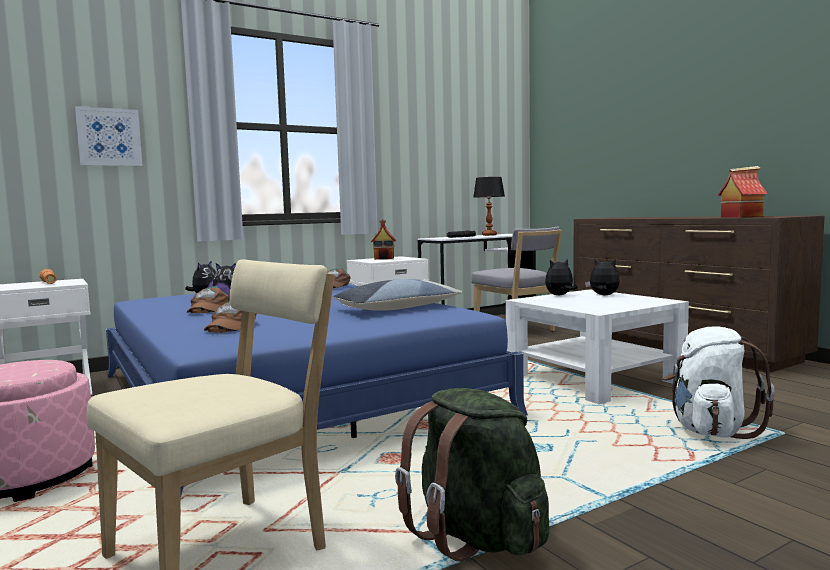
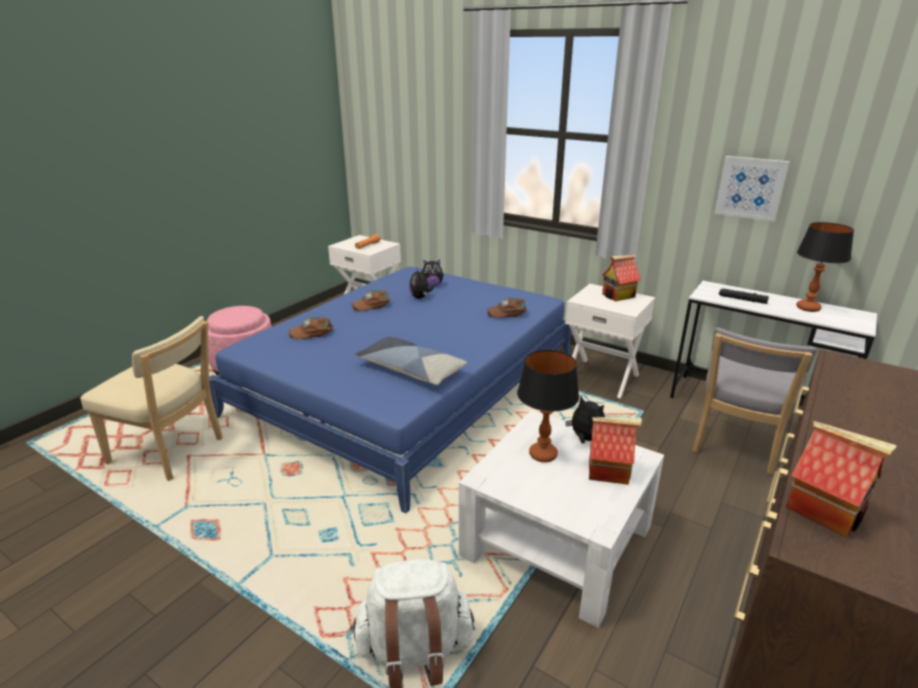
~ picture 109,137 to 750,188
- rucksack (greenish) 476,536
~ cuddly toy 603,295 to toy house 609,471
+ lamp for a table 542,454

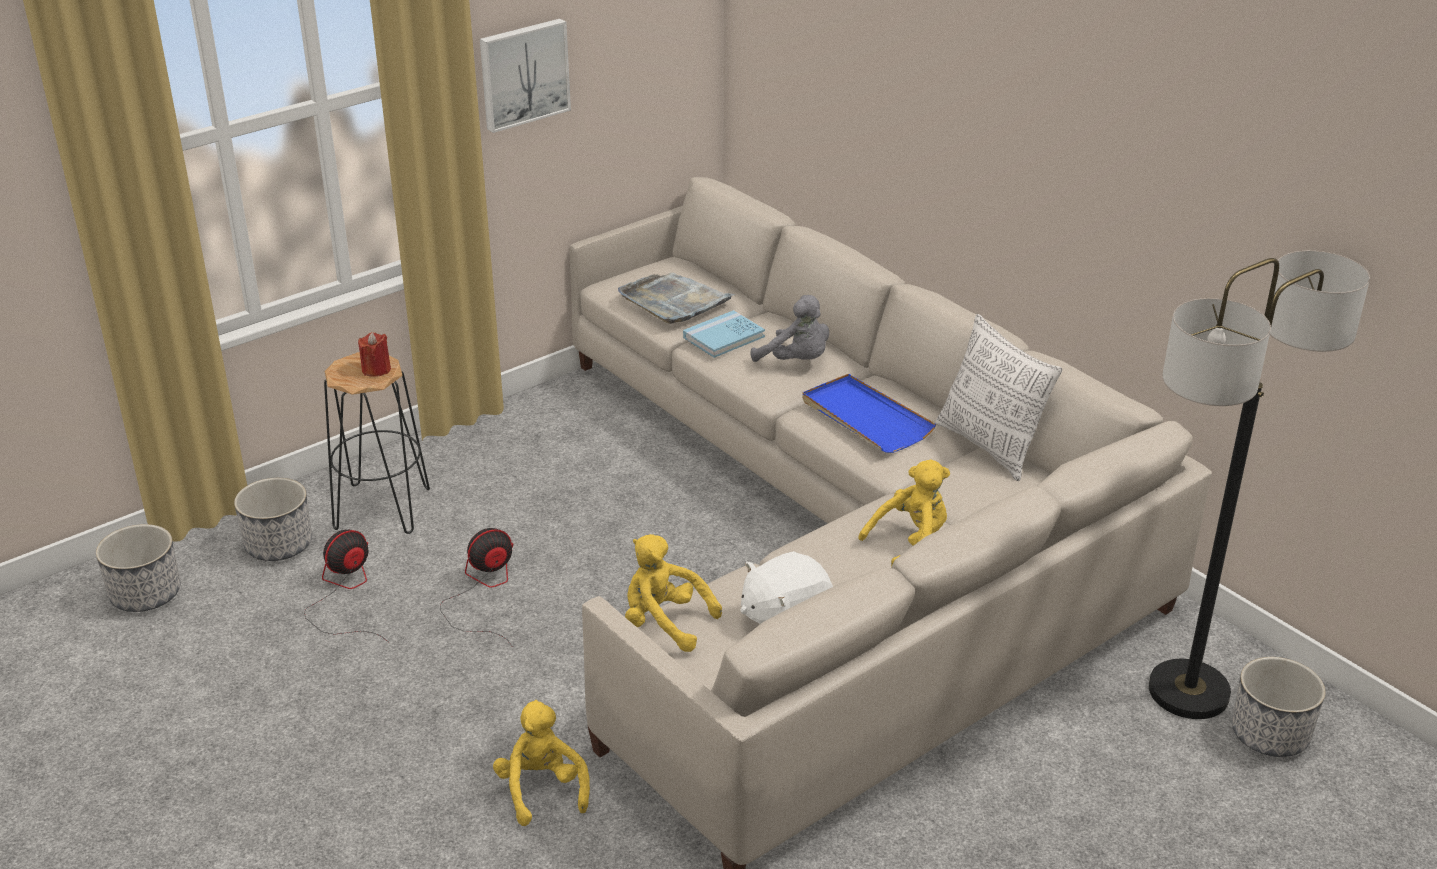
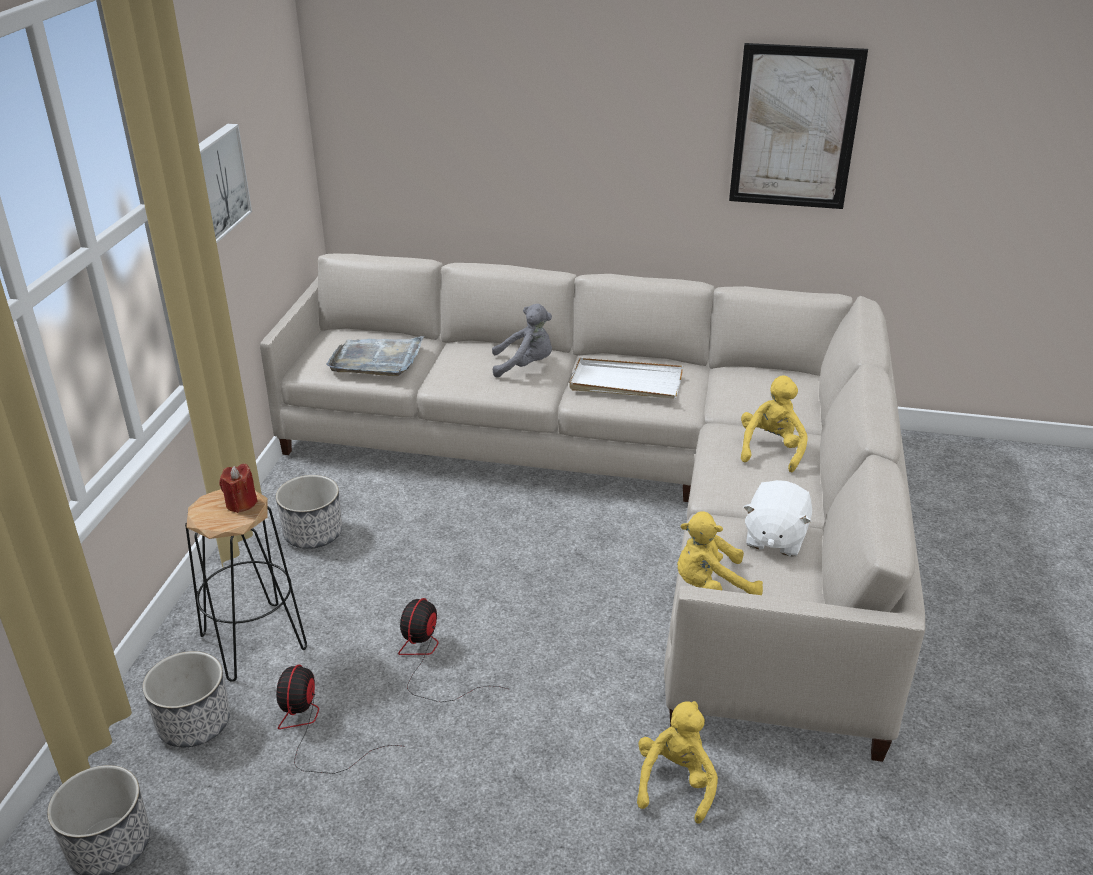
~ cuddly toy (yellowish) 542,789 = 675,782 75 degrees clockwise
- book (blue-coloured) 724,337
~ carrying tray (blue-coloured) 865,418 to carrying tray (white-coloured) 625,383
- throw pillow 990,447
- floor lamp 1189,692
~ plant pot 1270,734 to 313,534
+ picture 795,127

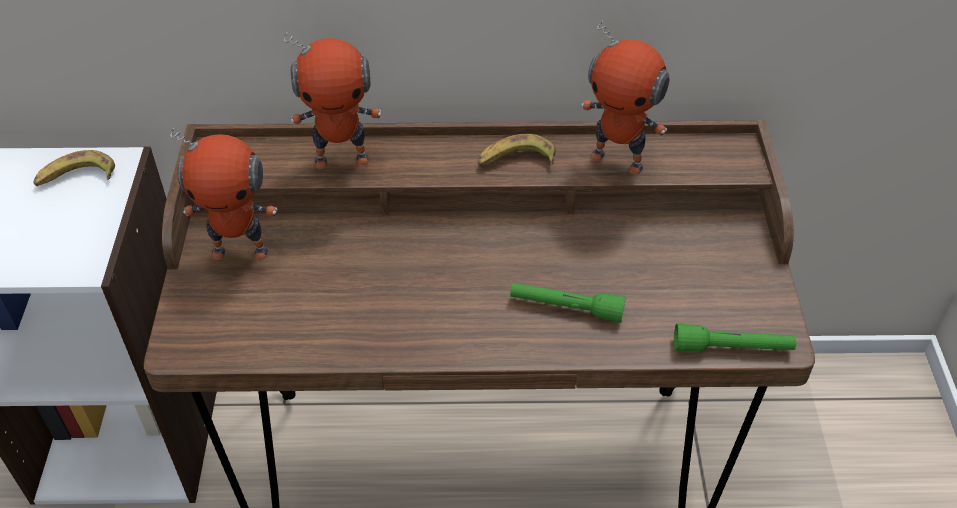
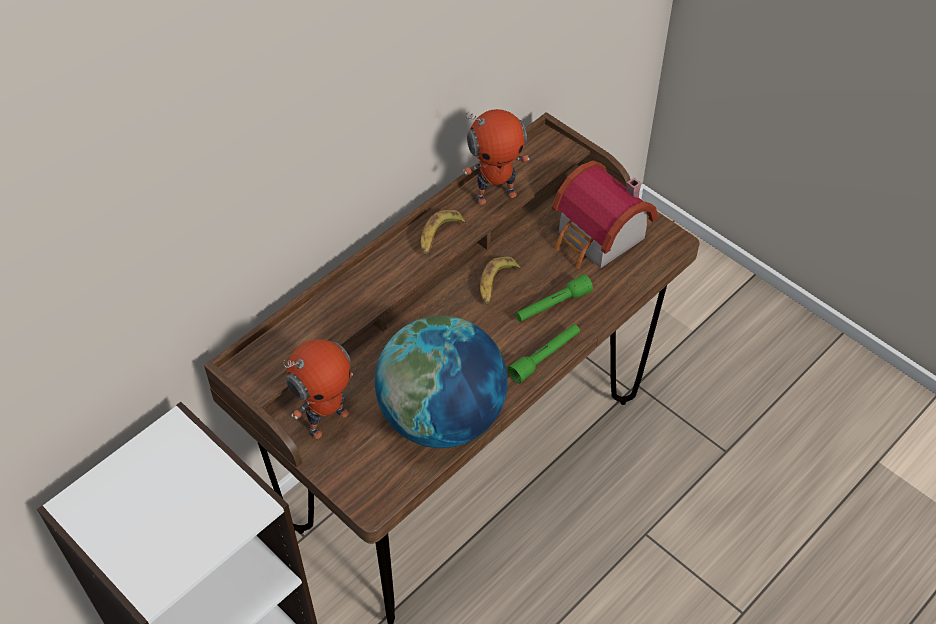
~ whole banana 76,177 to 497,284
- model robot 342,158
~ torch (greenish) 732,348 to 545,357
+ desk globe 442,417
+ toy house 599,239

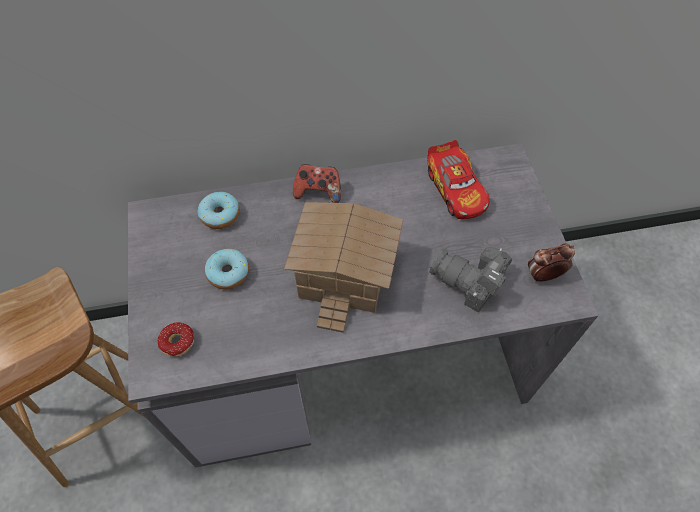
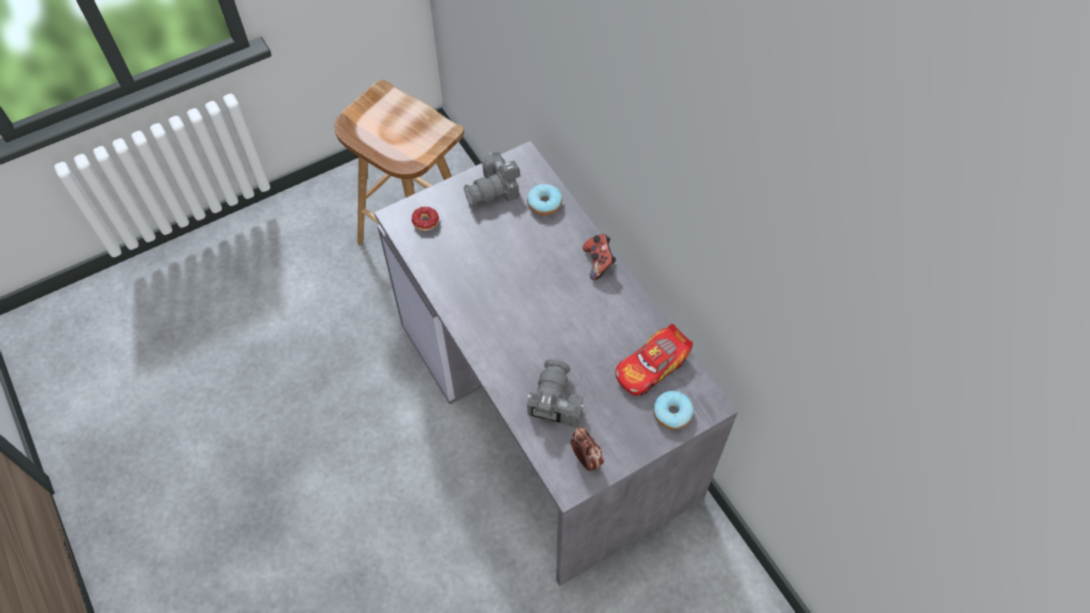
~ donut 228,273 to 672,413
- toy house 342,271
+ still camera 494,190

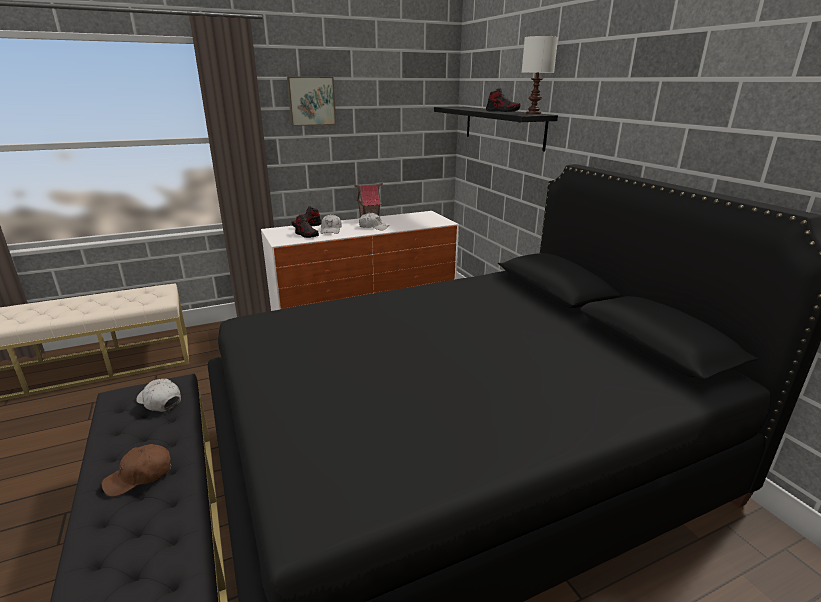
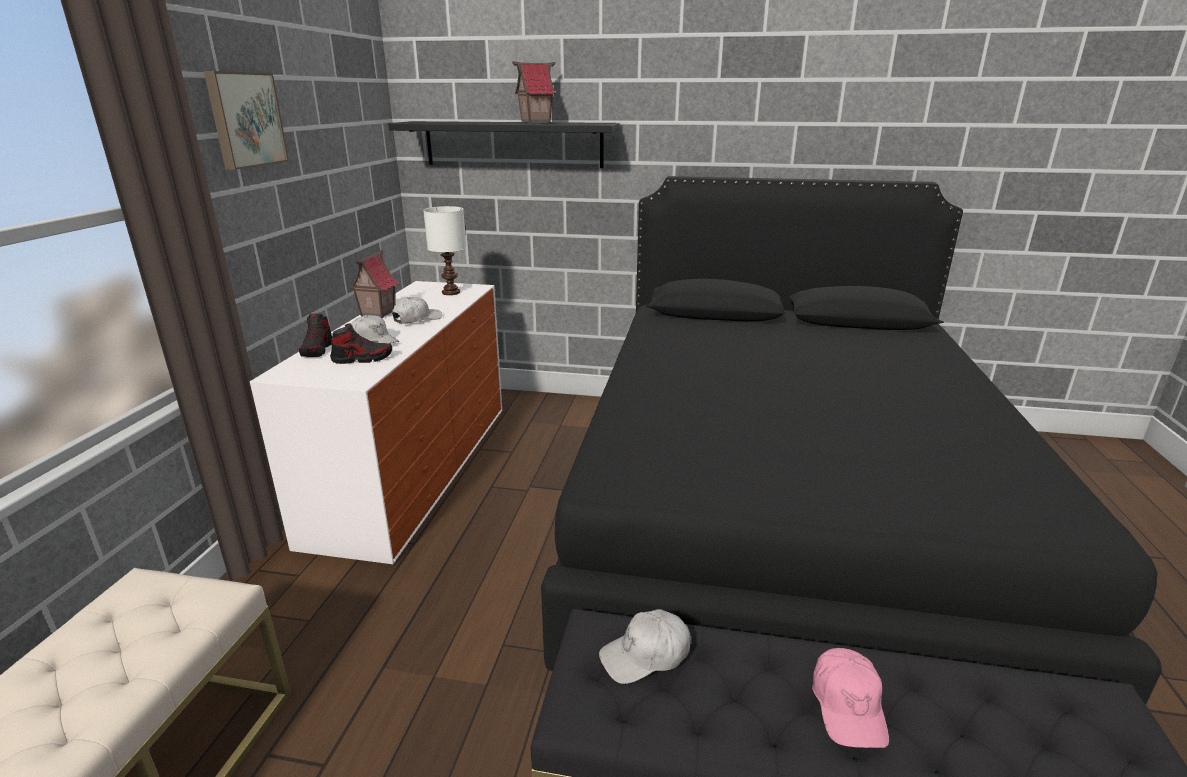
~ peaked cap (brownish) 140,476 to peaked cap (pink-coloured) 848,706
~ item of footwear 502,111 to toy house 535,122
~ lamp for a table (white-coloured) 534,113 to 452,292

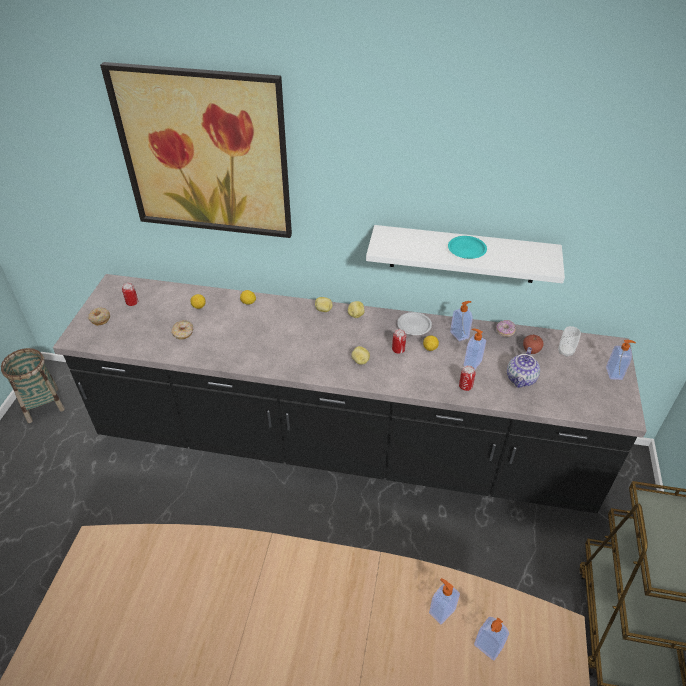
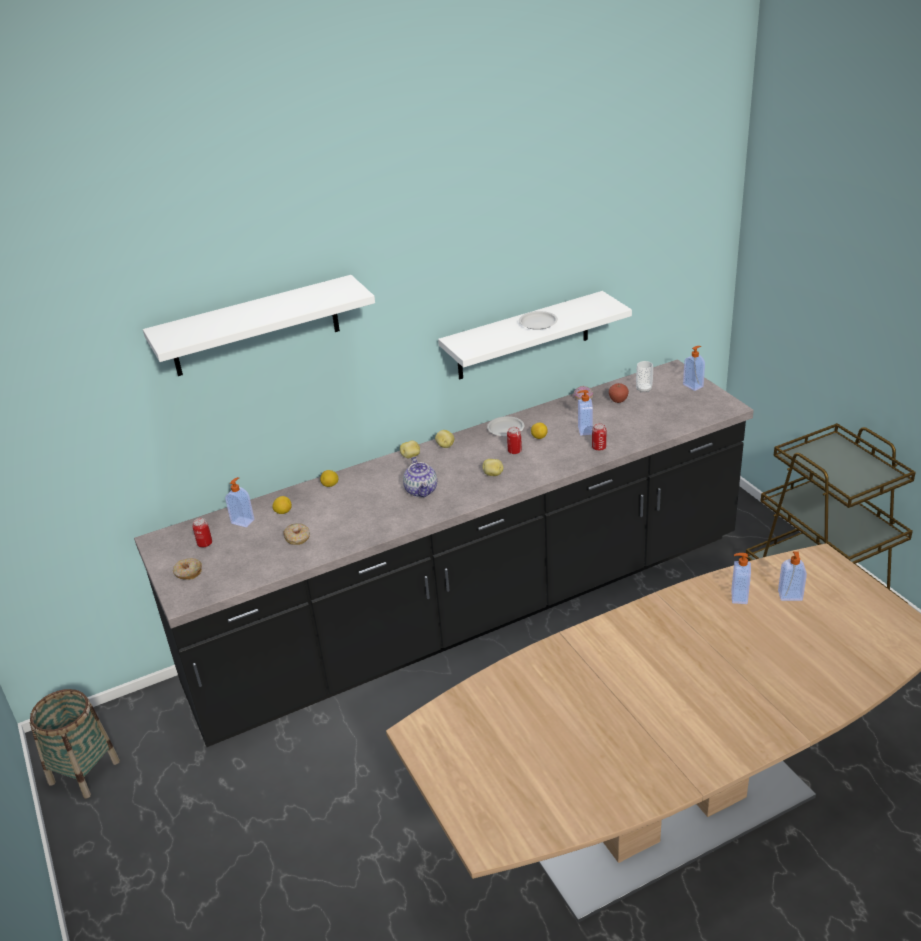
~ picture 205,153 to wall shelf (white-coloured) 255,326
~ dinner plate (blue-green) 467,250 to dinner plate (white-coloured) 538,323
~ soap dispenser 460,334 to 243,521
~ pot for tea 521,379 to 421,491

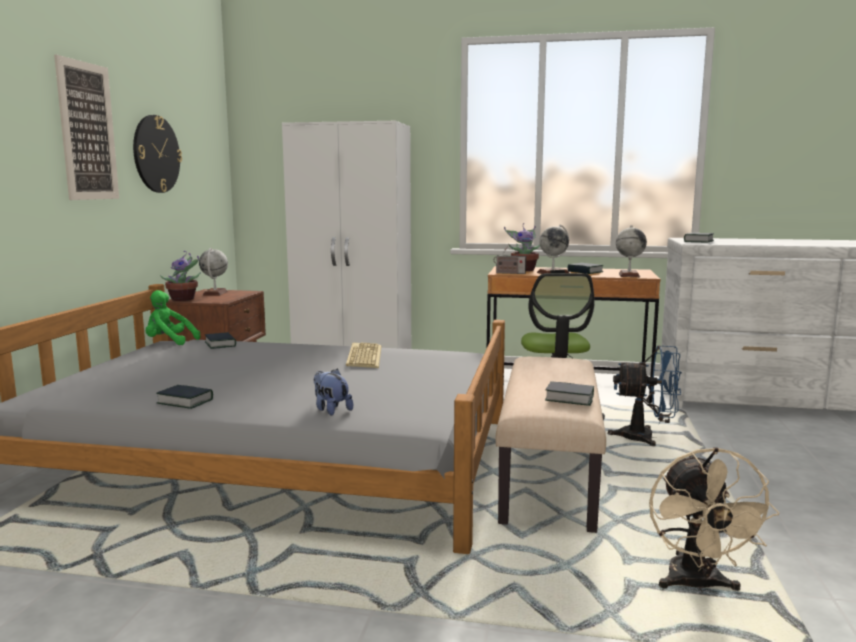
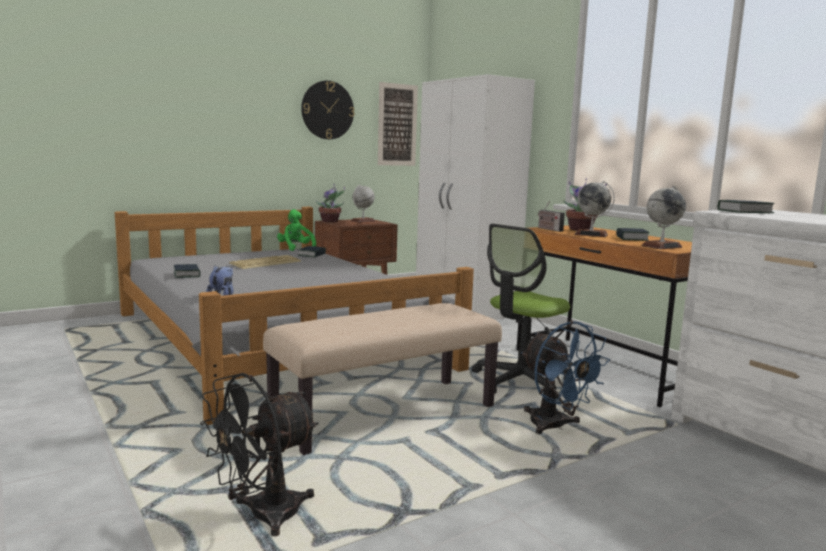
~ picture 88,131 to 397,125
~ keyboard 363,356 to 265,263
- book 569,398
~ cooling fan (sand-coloured) 697,586 to cooling fan (black-coloured) 262,517

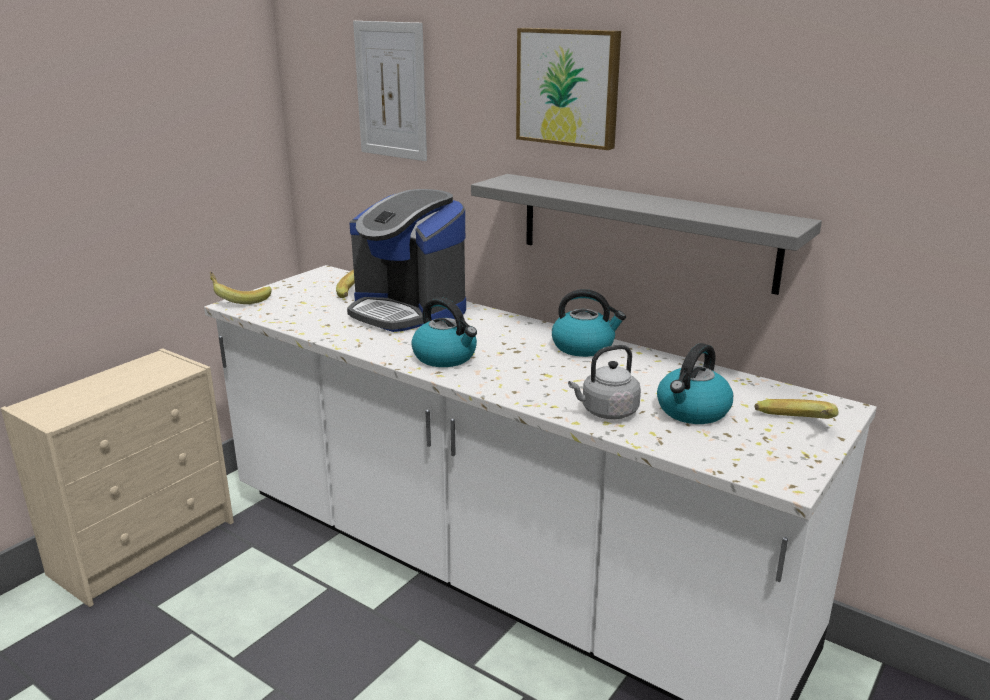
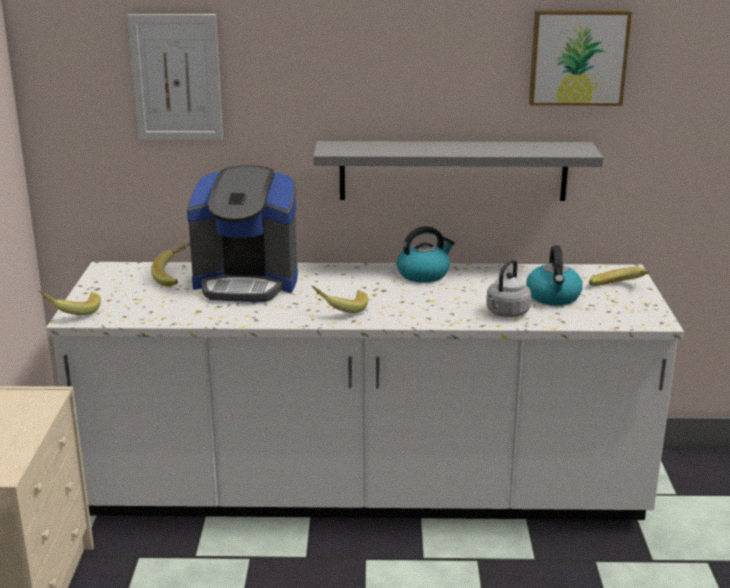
~ kettle 446,357 to whole banana 340,309
~ picture 569,87 to 578,57

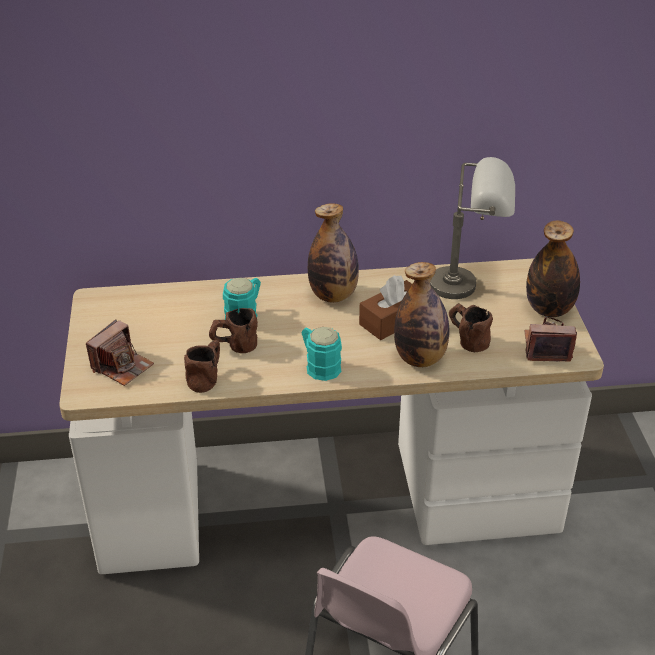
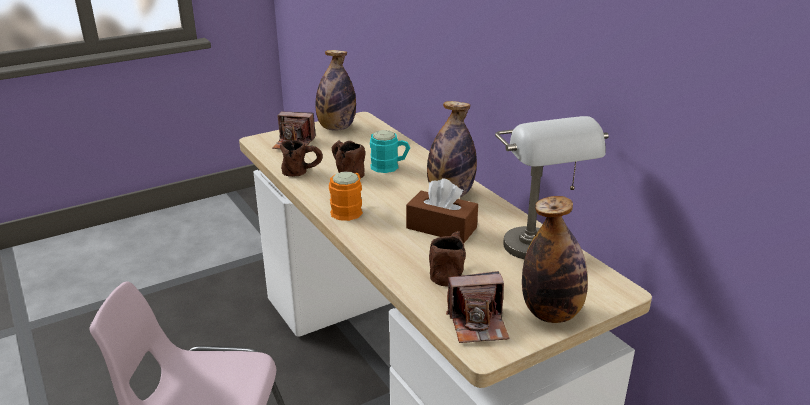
~ mug (blue-green) 319,365 to mug (orange) 349,209
~ beverage bottle 420,358 to 336,128
~ still camera 546,348 = 478,324 105 degrees clockwise

